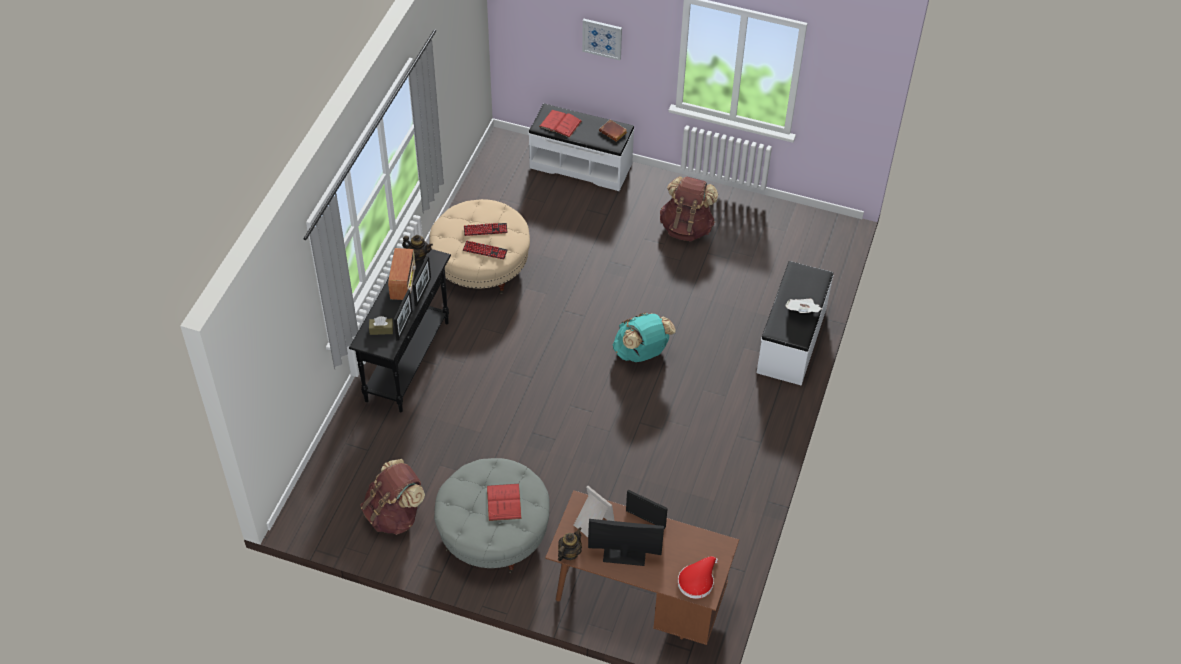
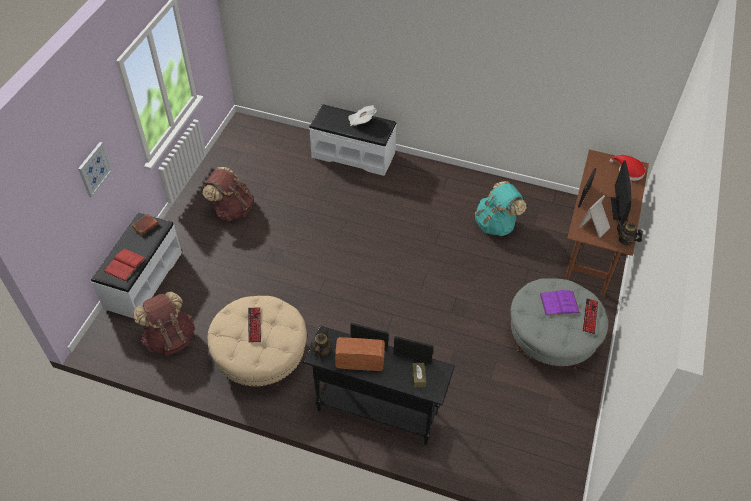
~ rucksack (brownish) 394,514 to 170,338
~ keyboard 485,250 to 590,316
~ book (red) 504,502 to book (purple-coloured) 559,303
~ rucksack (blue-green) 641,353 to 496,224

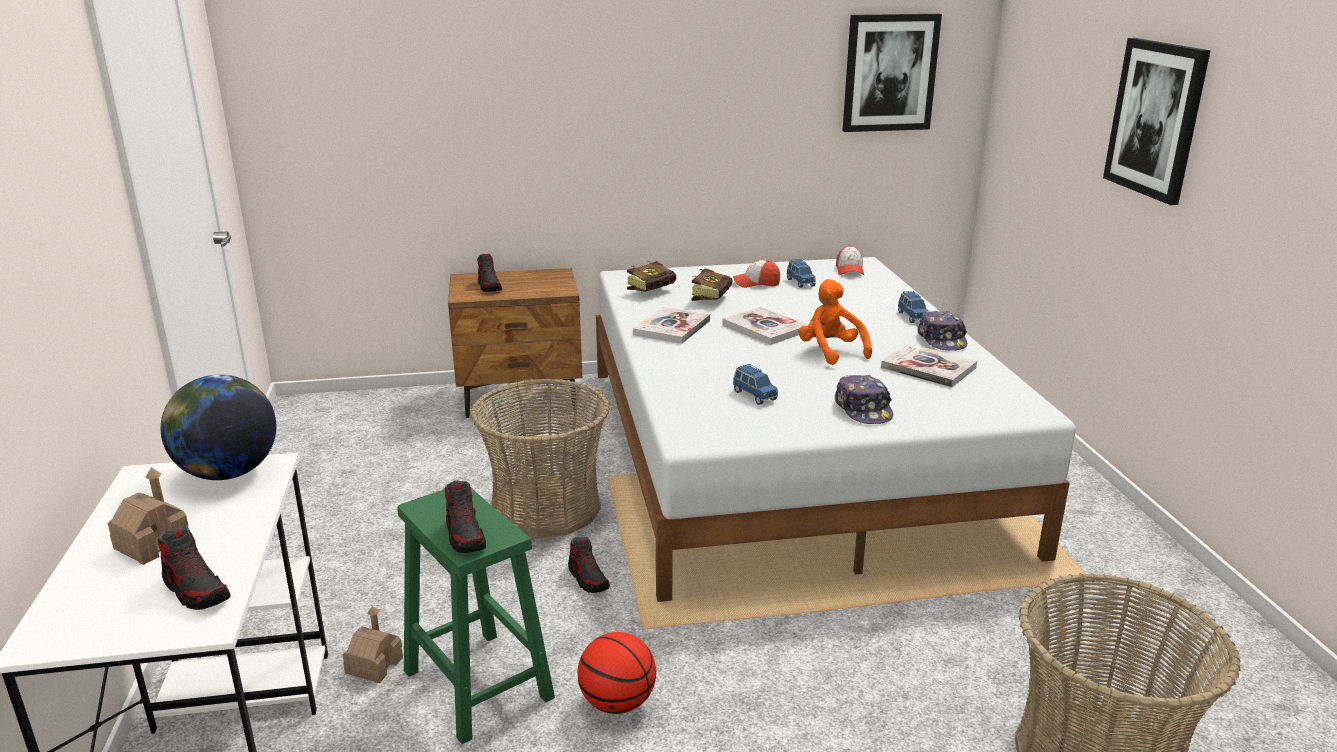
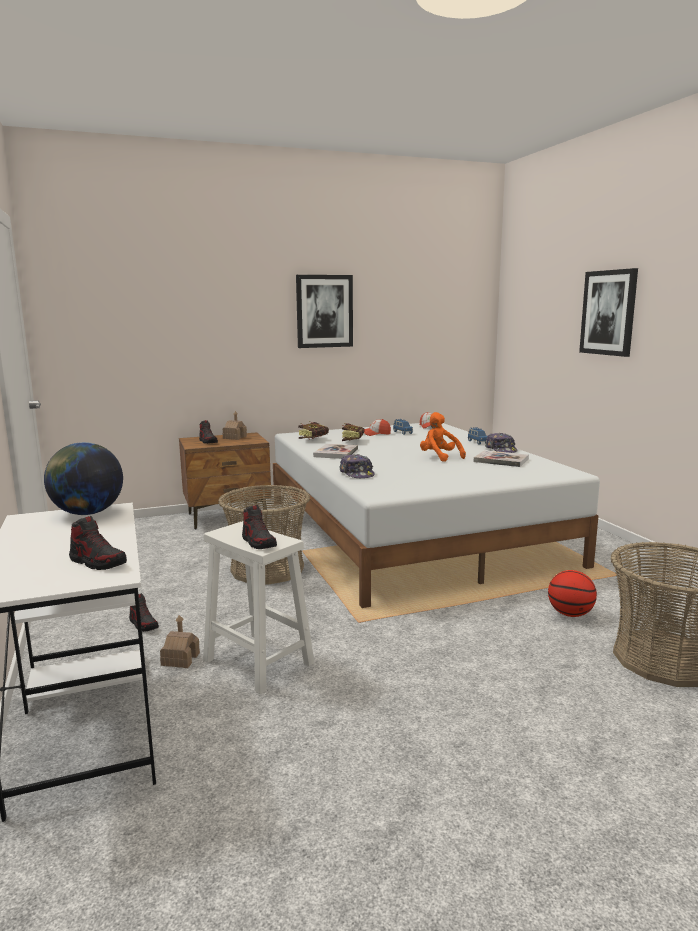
~ toy house 153,544 to 234,437
~ stool (greenish) 479,686 to stool (white-coloured) 260,662
~ item of footwear 588,579 to 143,624
~ basketball ball 617,703 to 570,614
- book 765,328
- model car (blue-coloured) 754,395
~ peaked cap 863,409 to 357,474
~ picture 890,73 to 324,311

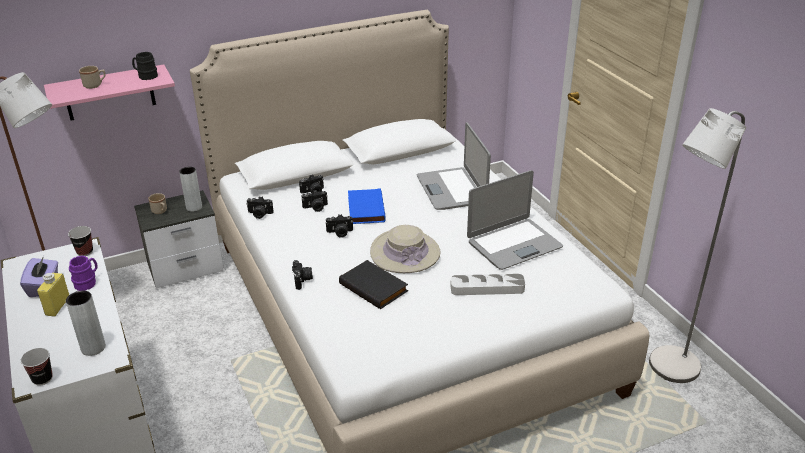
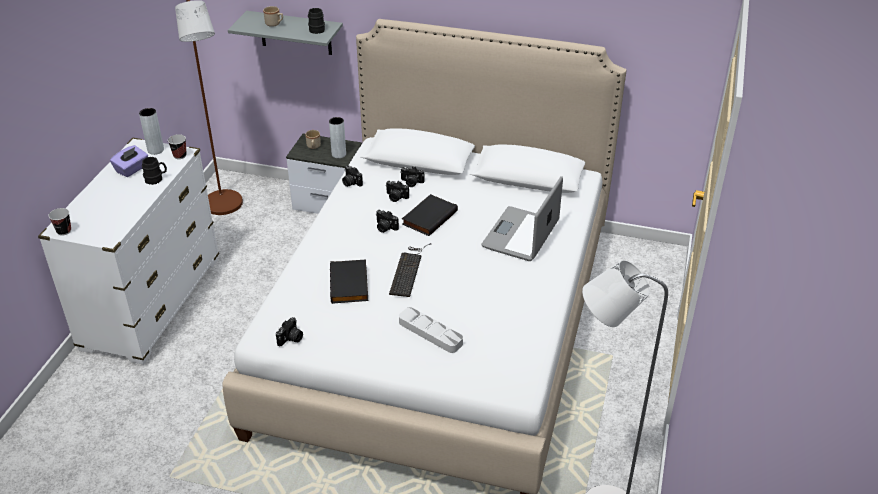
- beverage bottle (yellowish) 58,306
~ wall shelf (pink-coloured) 109,93 to wall shelf (grey) 295,33
~ vase (grey) 93,348 to 155,150
~ mug (purple-coloured) 88,282 to mug (black-coloured) 156,179
~ still camera 302,280 to 291,339
~ book (blue-coloured) 364,209 to book (black-coloured) 429,217
~ clothing hat (sand-coloured) 405,253 to keyboard 408,270
- laptop 513,244

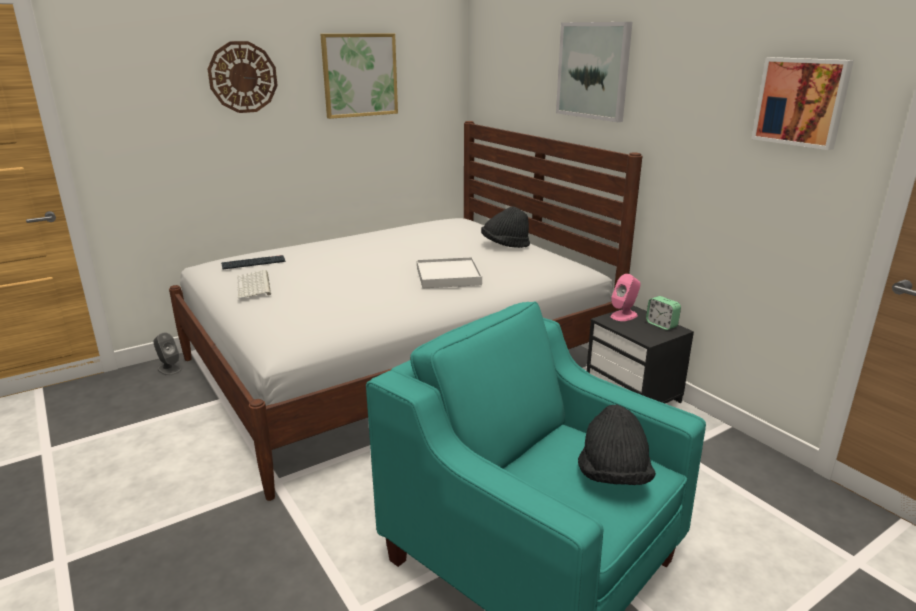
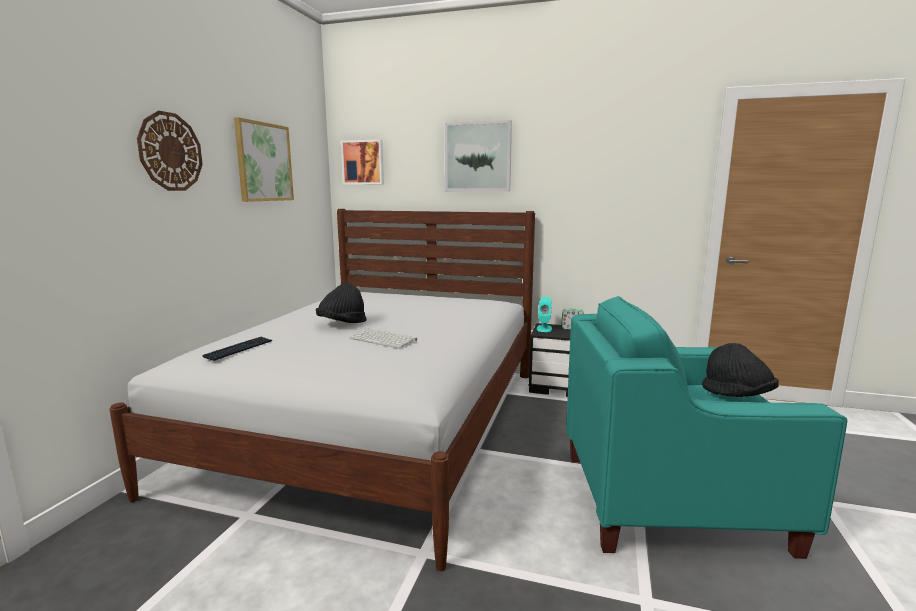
- loudspeaker (grey) 169,369
~ keyboard 255,285 to 384,339
- carrying tray (white-coloured) 448,276
~ clothing hat (black-coloured) 505,245 to 342,324
~ loudspeaker (pink-coloured) 624,315 to loudspeaker (blue-green) 544,329
~ picture 801,102 to 363,162

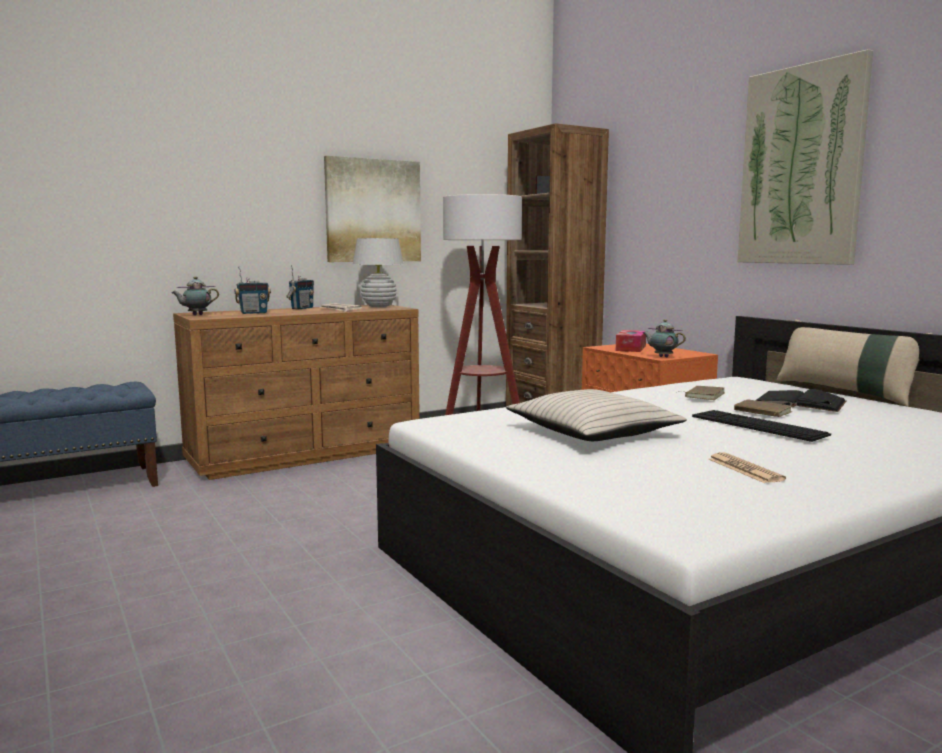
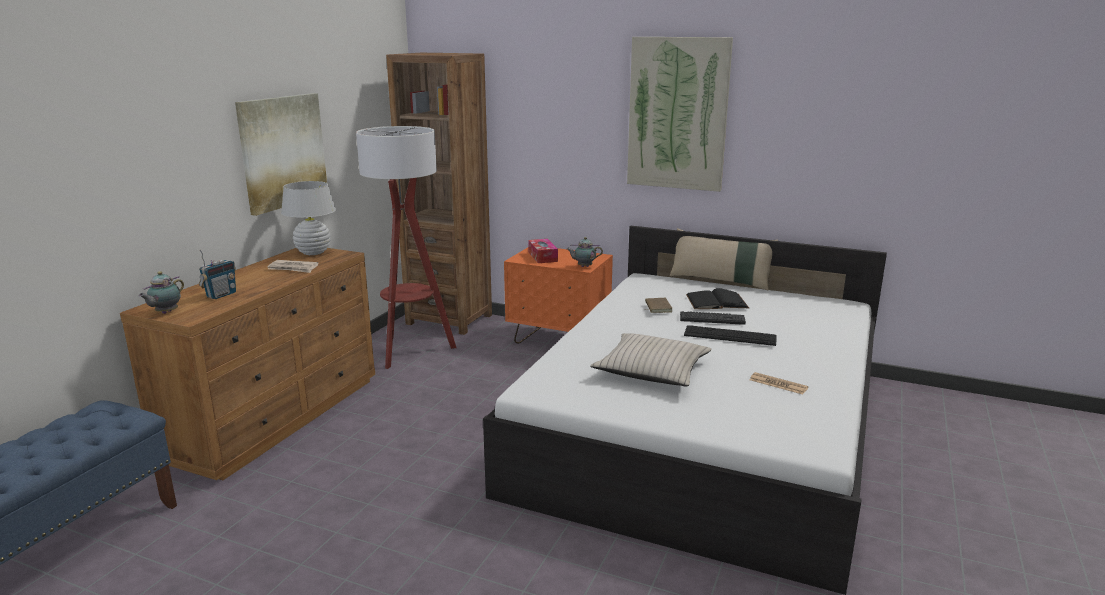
- radio 302,308
~ book (brownish) 761,412 to keyboard 712,319

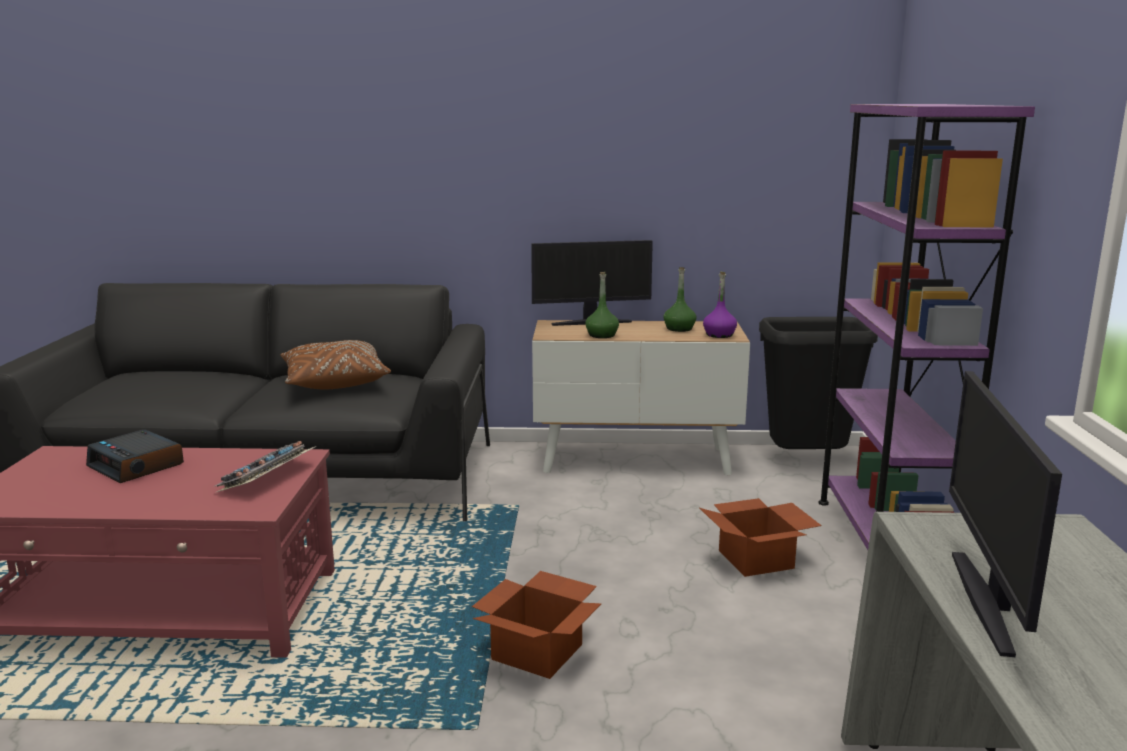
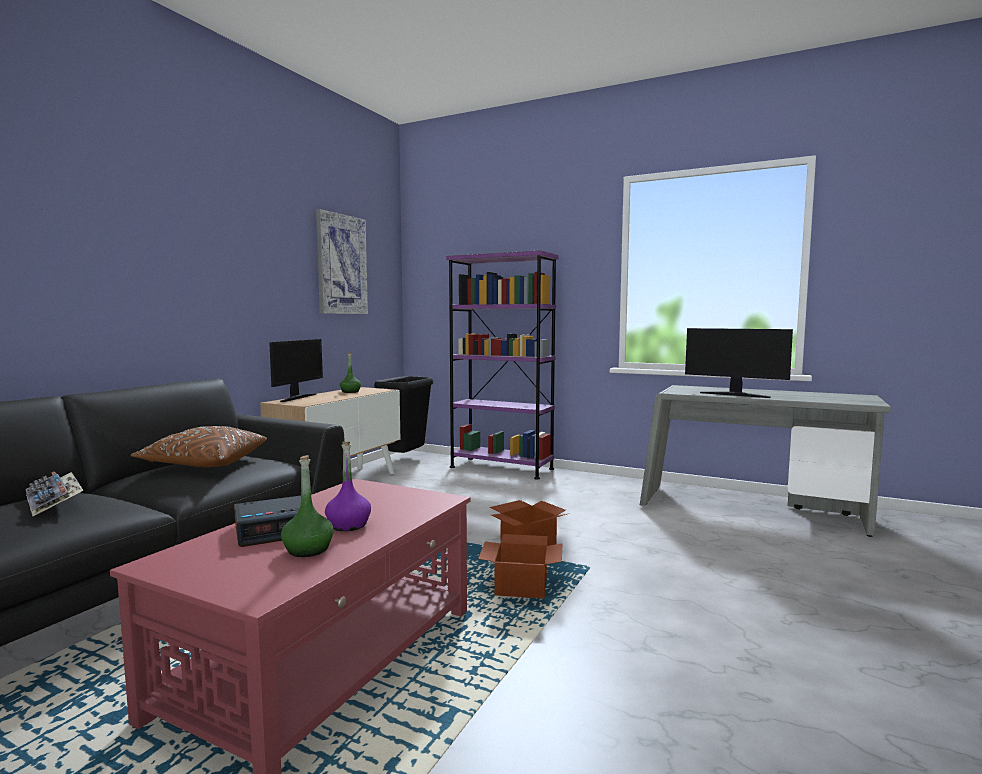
~ keyboard 267,478 to 55,501
~ beverage bottle (greenish) 601,335 to 308,550
~ cardboard box 758,560 to 522,586
~ beverage bottle (purple-coloured) 719,335 to 348,525
+ picture 341,264

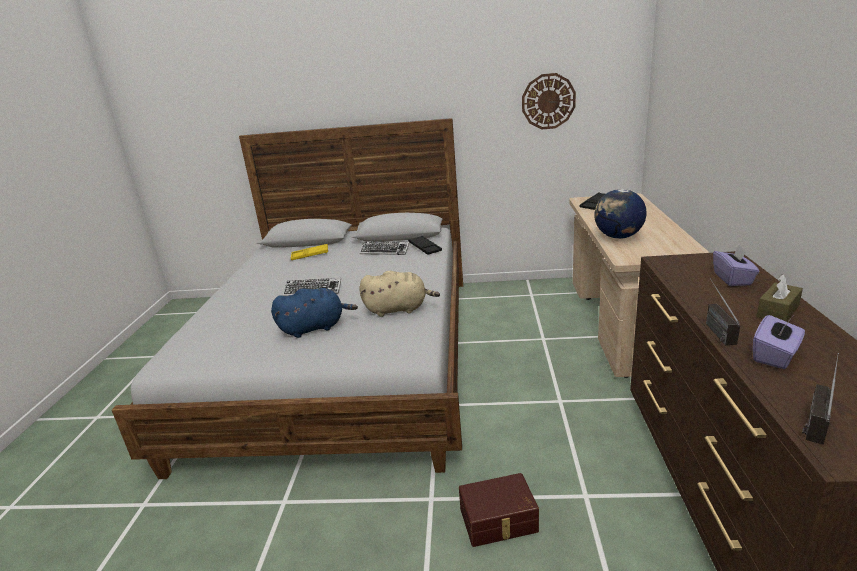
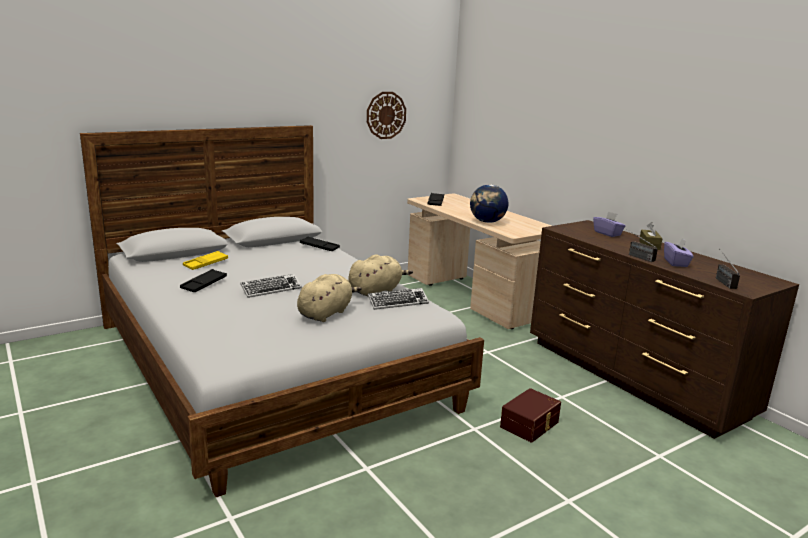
~ cuddly toy (blue-coloured) 315,327 to cuddly toy (sand-coloured) 326,313
~ keyboard 385,251 to 398,302
+ carrying tray (black-coloured) 204,284

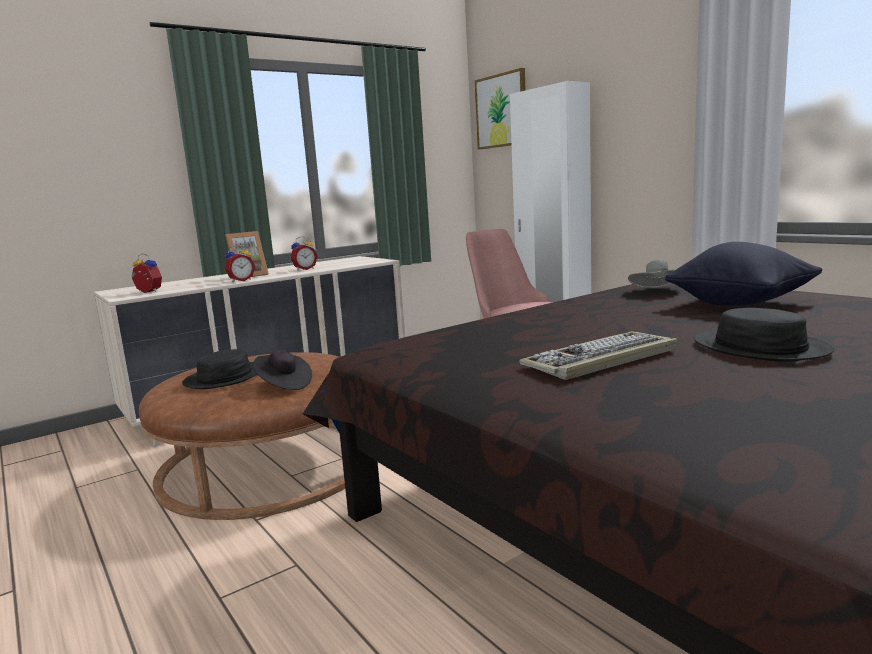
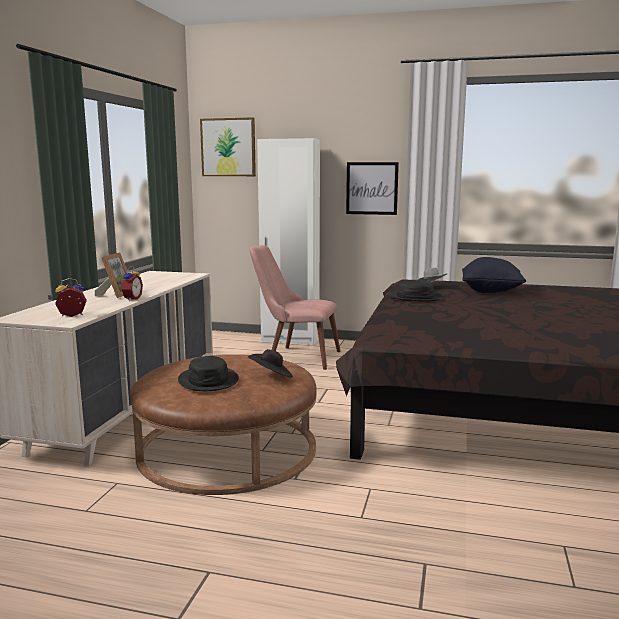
- bedside clock 304,269
- keyboard 601,359
~ clothing hat (black-coloured) 759,347 to 415,297
+ picture 372,188

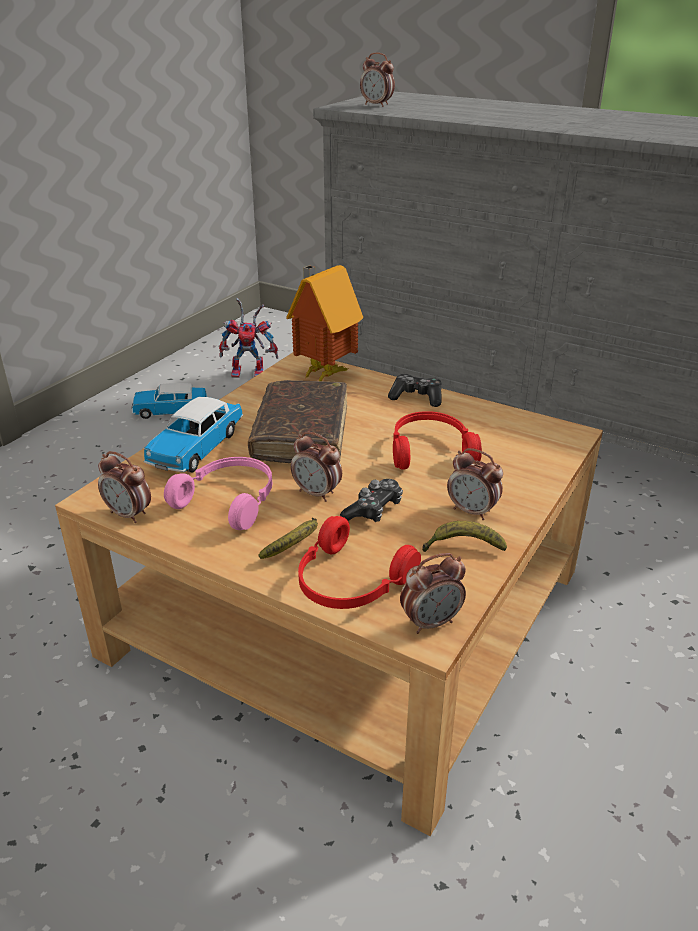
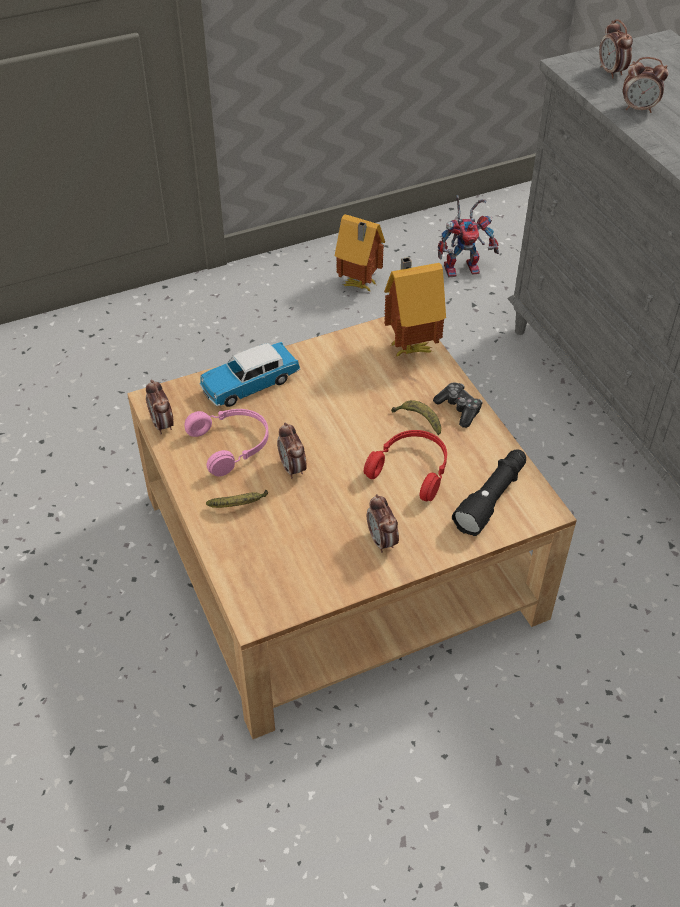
~ model car 170,410 to toy house 359,285
~ model robot 251,372 = 463,267 45 degrees counterclockwise
- book (brownish) 301,434
- headset (red) 349,583
- game controller 373,510
~ bedside clock 431,622 to 639,109
~ whole banana 462,547 to 418,420
+ torch (black-coloured) 492,498

